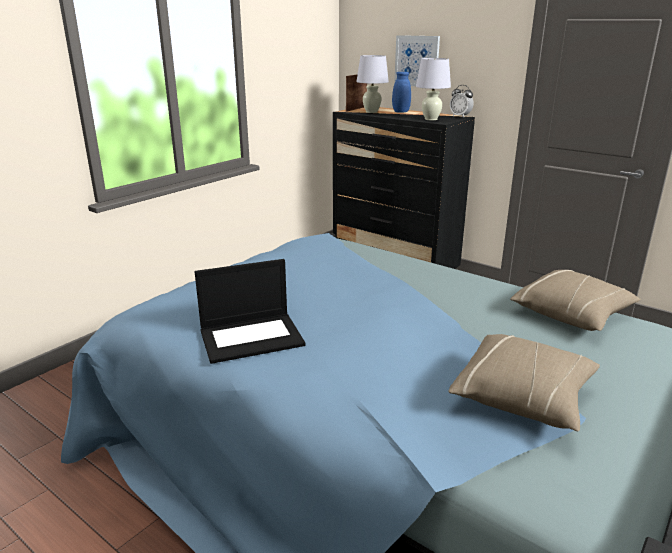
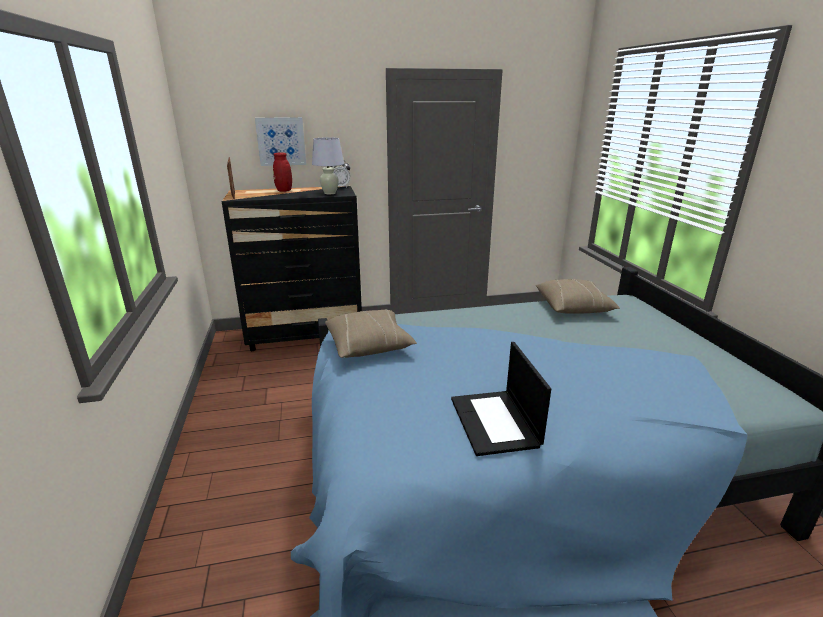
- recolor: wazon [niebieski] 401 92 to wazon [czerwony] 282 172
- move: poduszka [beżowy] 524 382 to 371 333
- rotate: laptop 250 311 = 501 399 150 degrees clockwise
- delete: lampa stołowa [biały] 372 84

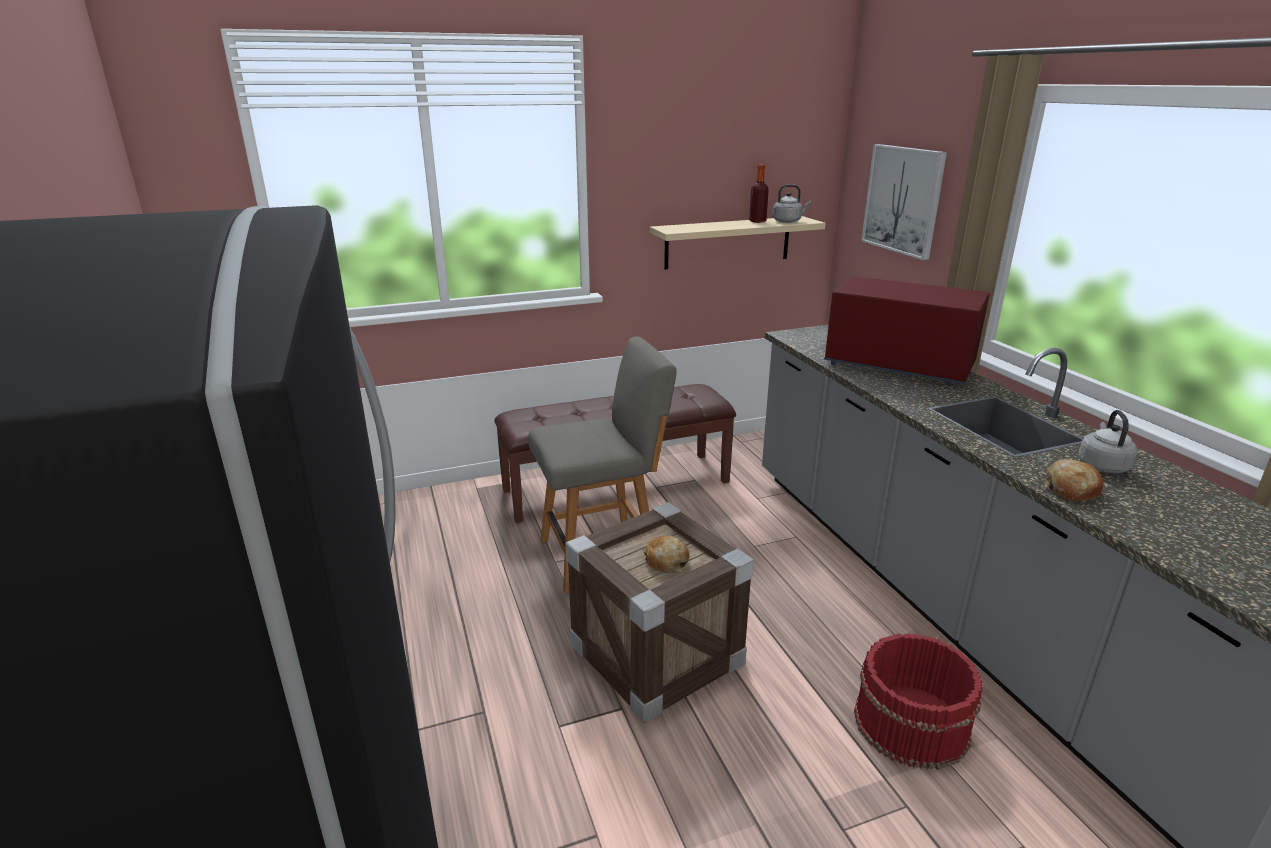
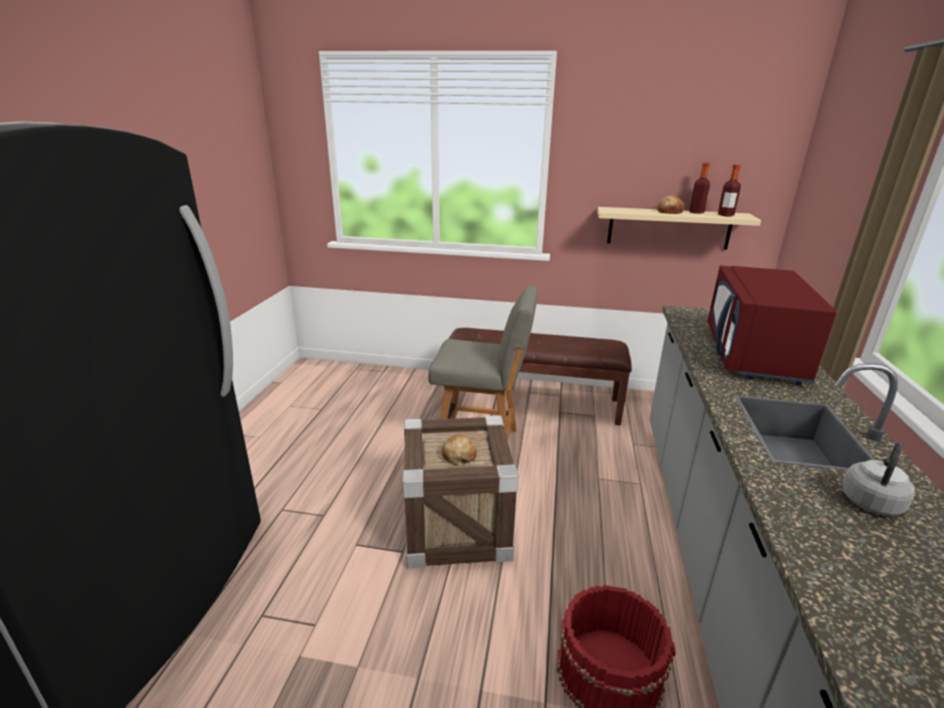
- move: chleb 1073 480 to 671 205
- rotate: mikrofalówka [czerwony] 907 331 = 772 325 135 degrees counterclockwise
- replace: czajnik [szary] 791 203 to butelka 729 190
- delete: obraz 904 202

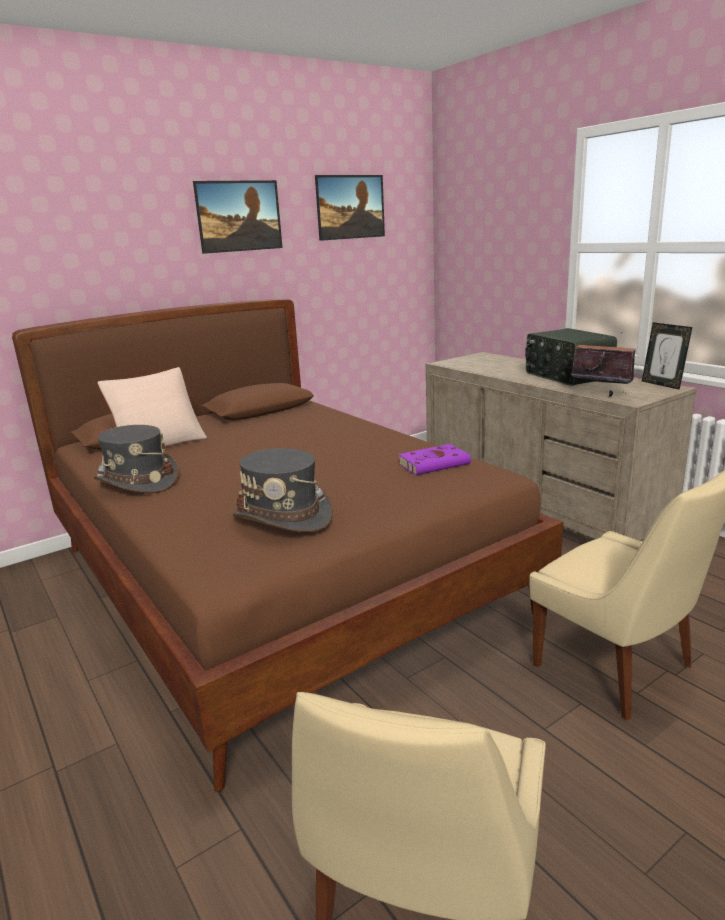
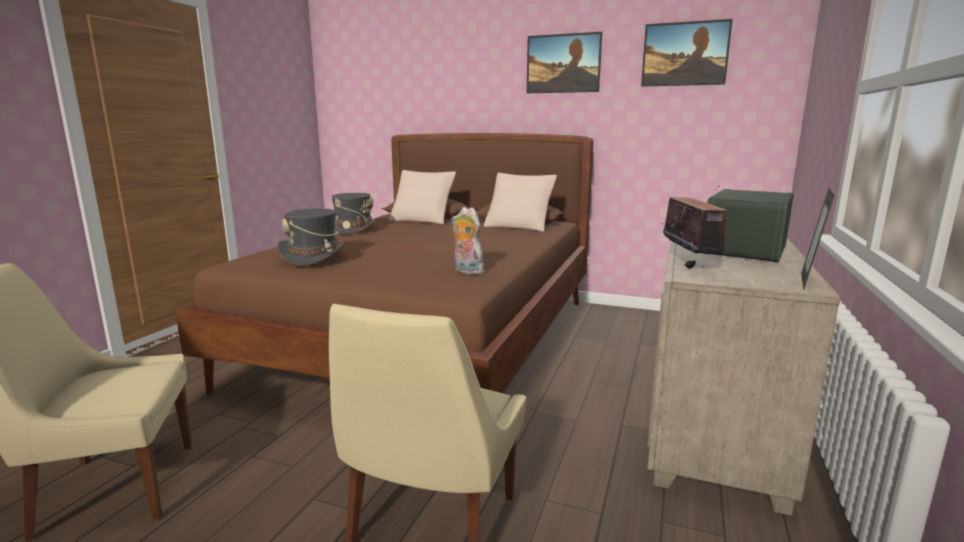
- replace: książka [fioletowy] 435 459 to pluszak 467 241
- insert: poduszka [beżowy] 520 202

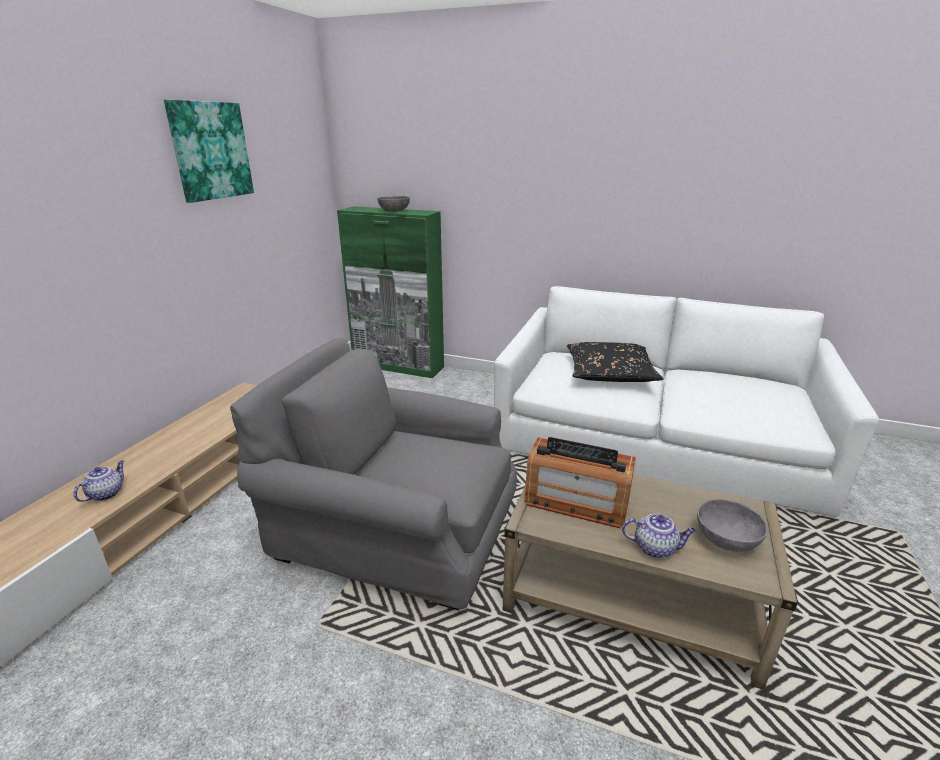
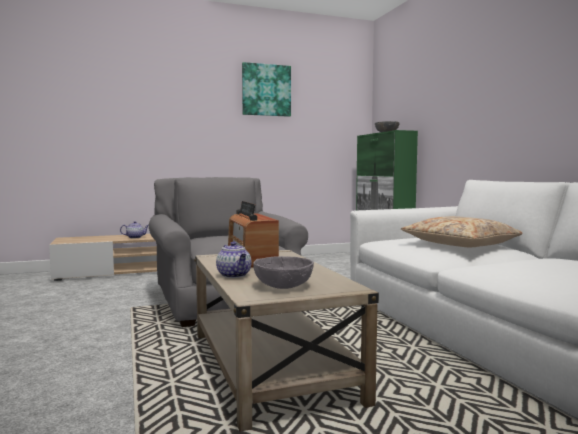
- recolor: poduszka [czarny] 615 362 to poduszka [beżowy] 461 231

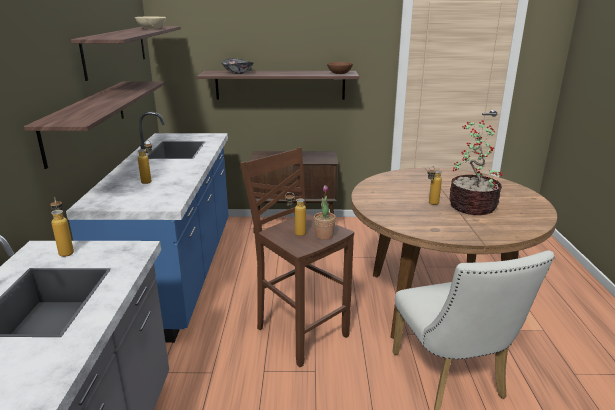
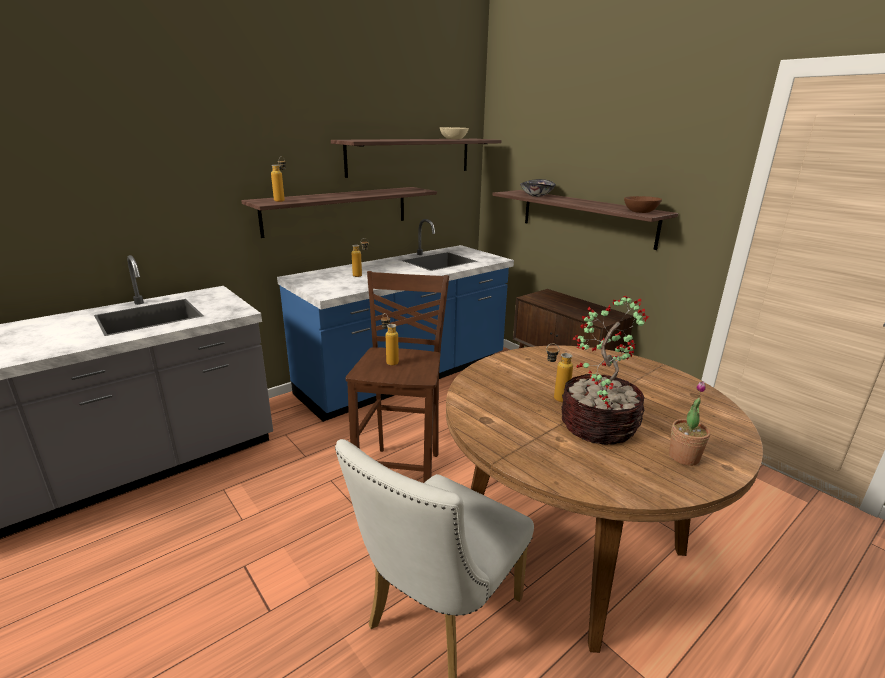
- move: butelka 62 227 to 278 179
- move: roślina doniczkowa 325 212 to 689 423

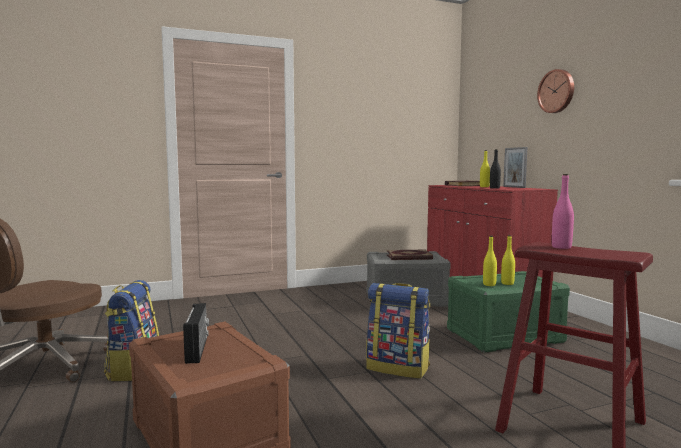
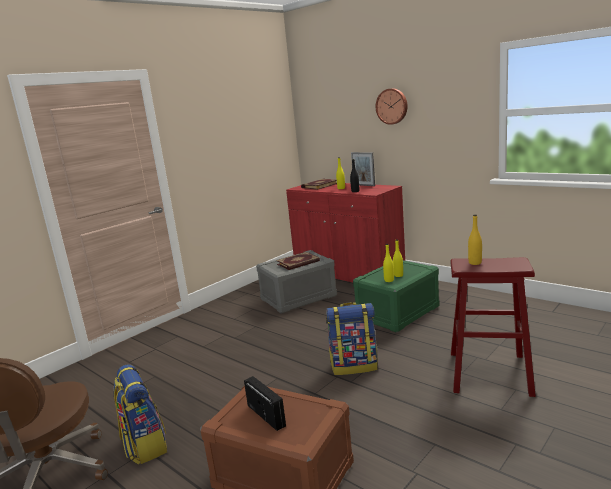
- recolor: butelka [różowy] 563 211 to butelka [żółty] 475 239

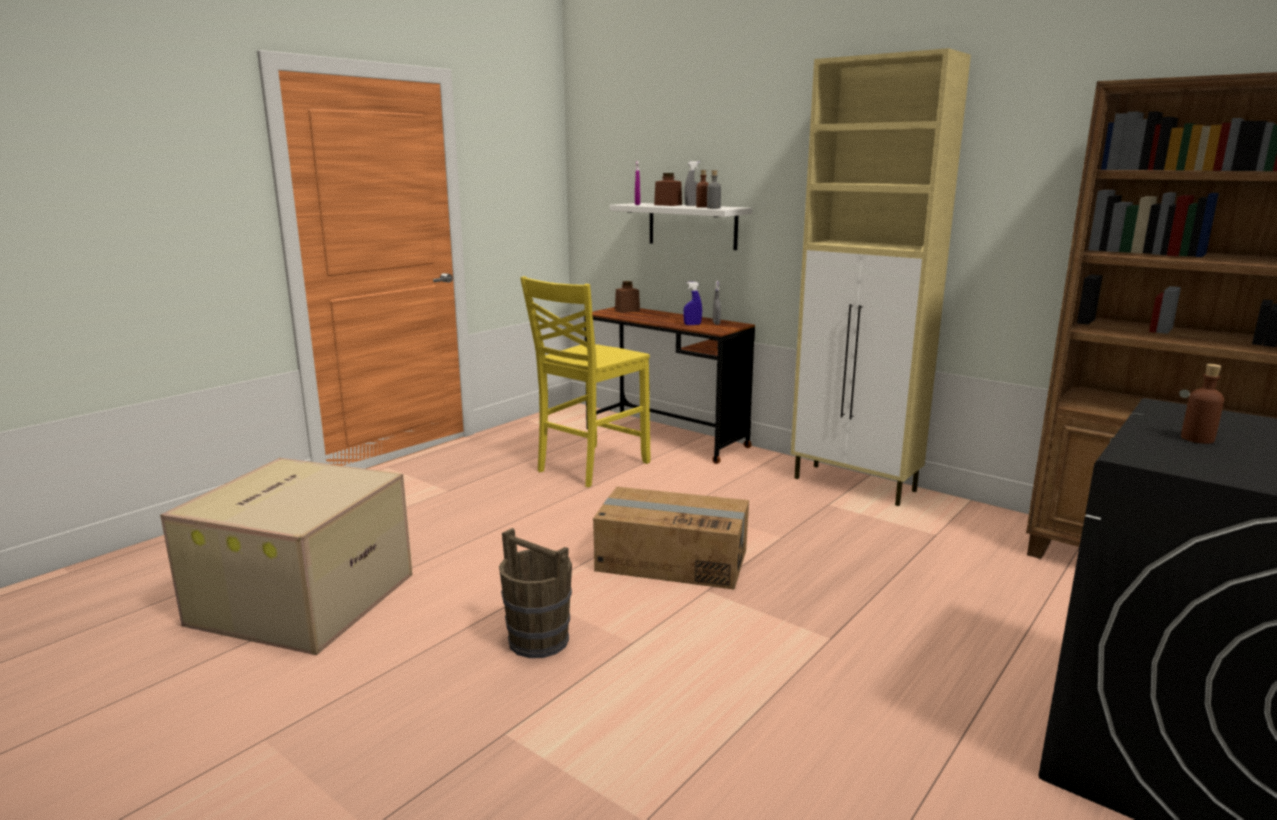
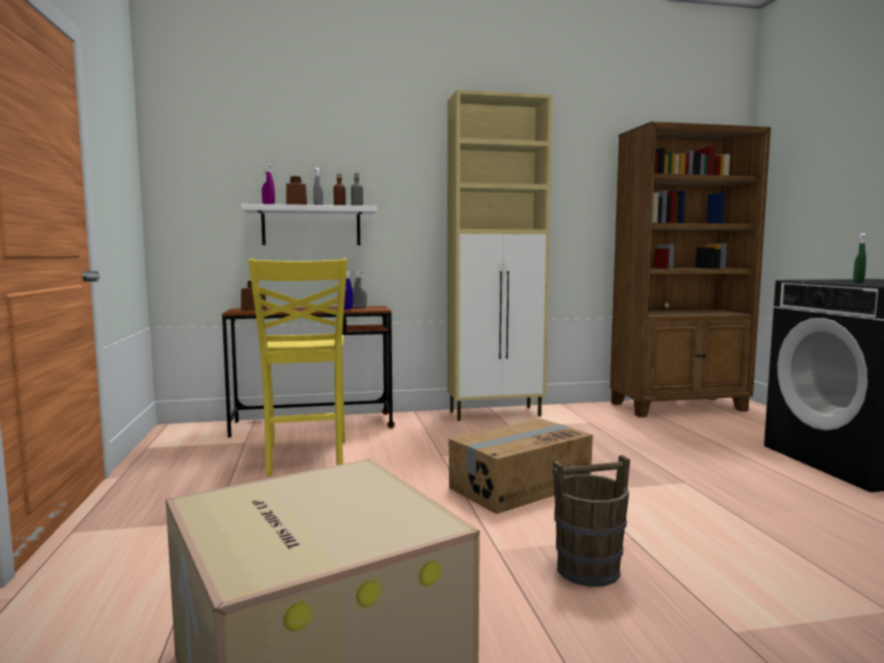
- replace: butelka [brązowy] 1202 404 to spryskiwacz [zielony] 859 258

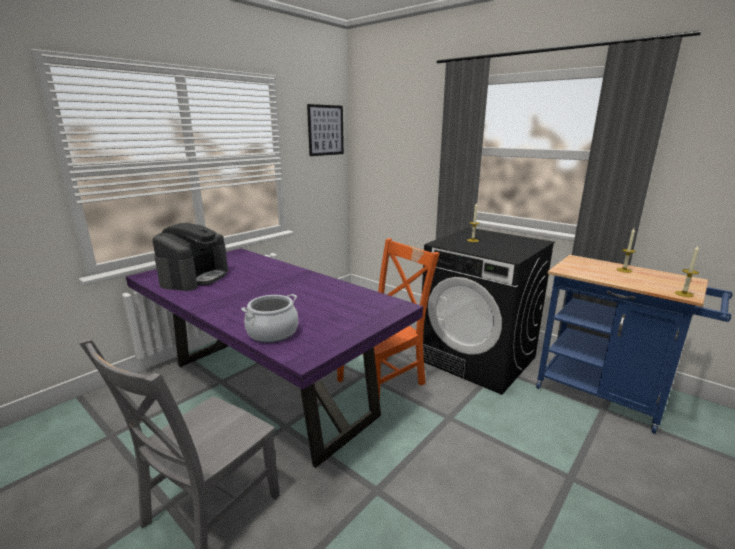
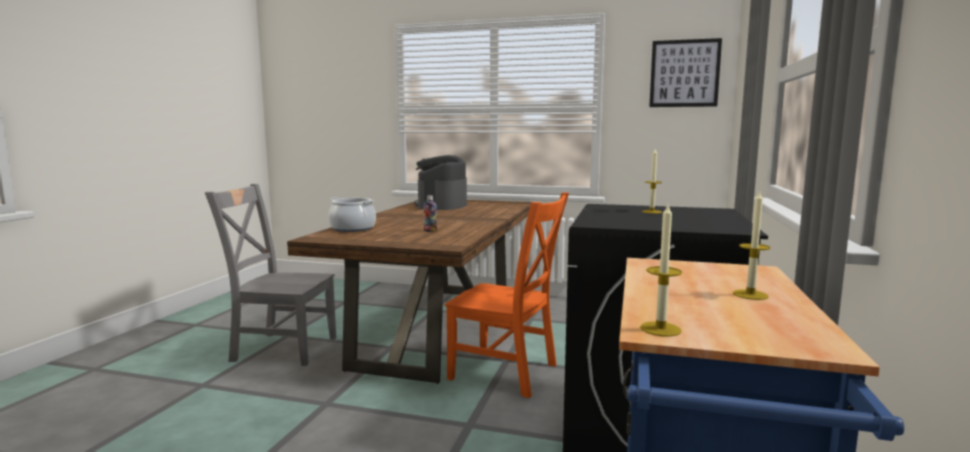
- recolor: stół jadalny [fioletowy] 274 358 to stół jadalny [brązowy] 409 292
- rotate: ekspres do kawy 190 257 = 440 182 105 degrees clockwise
- insert: butelka 430 213

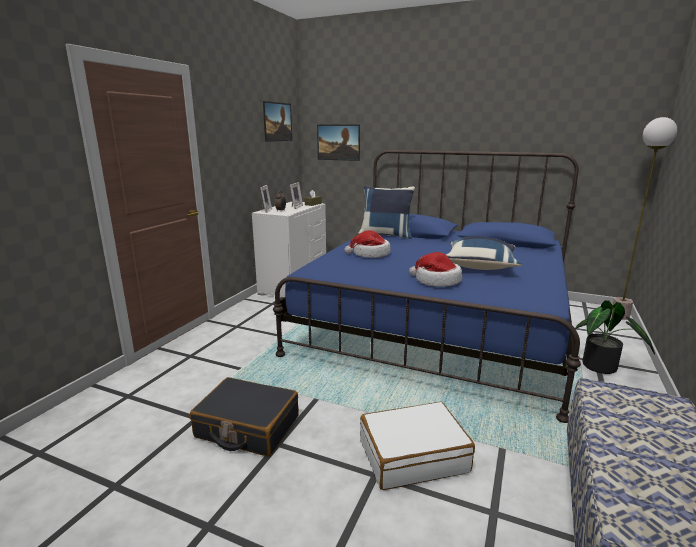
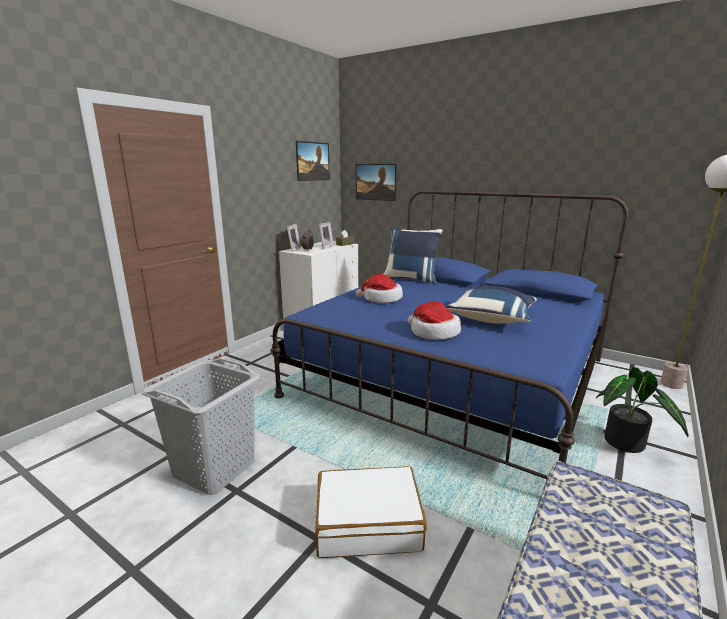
- replace: walizka [czarny] 244 417 to kosz na pranie [szary] 201 426

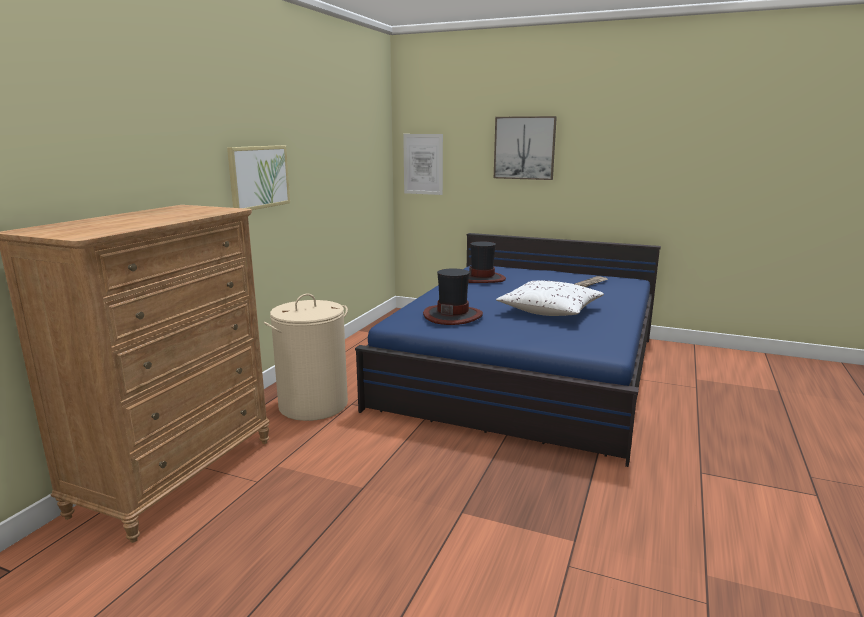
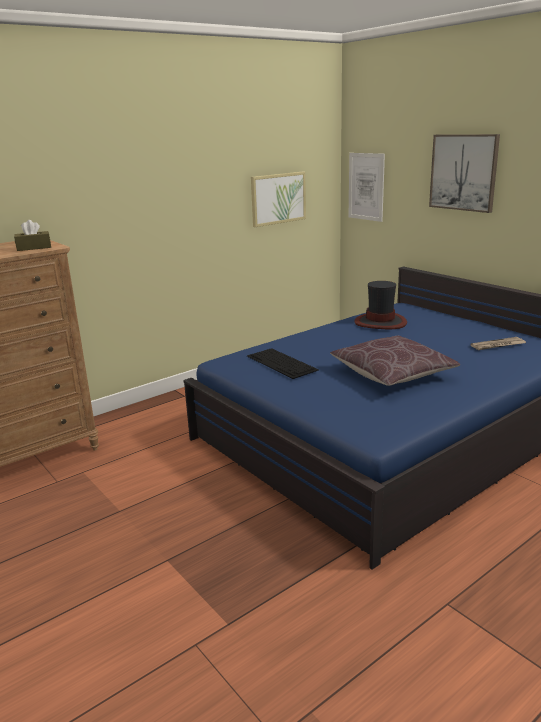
- insert: pudełko chusteczek [brązowy] 32 235
- replace: kapelusz 453 296 to klawiatura 283 363
- move: obraz 258 177 to 278 199
- recolor: poduszka [biały] 550 298 to poduszka [brązowy] 395 361
- delete: kosz na pranie [beżowy] 306 357

